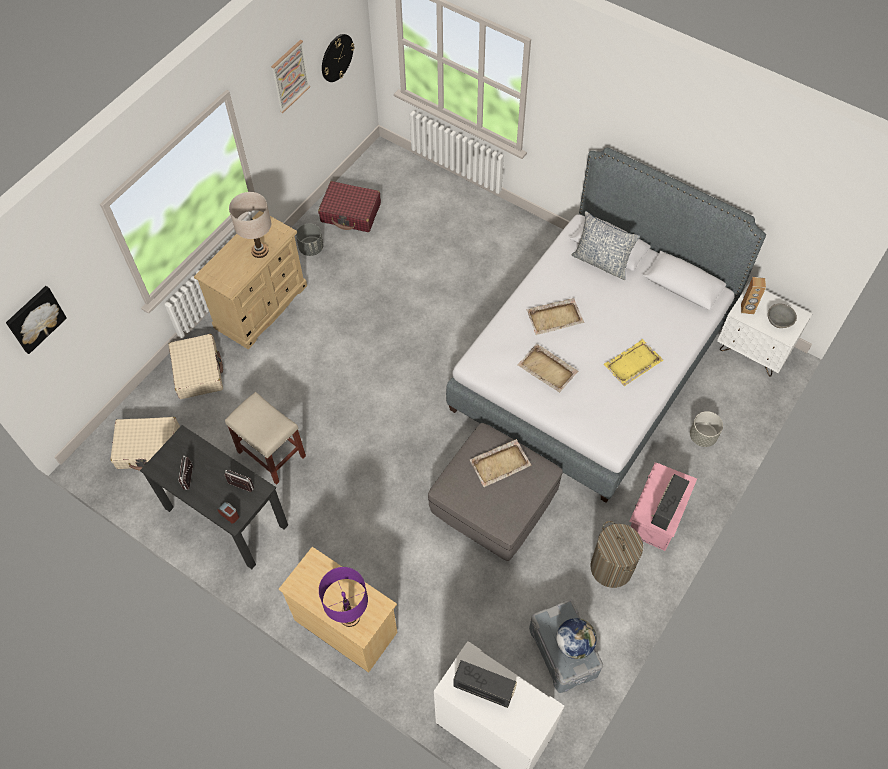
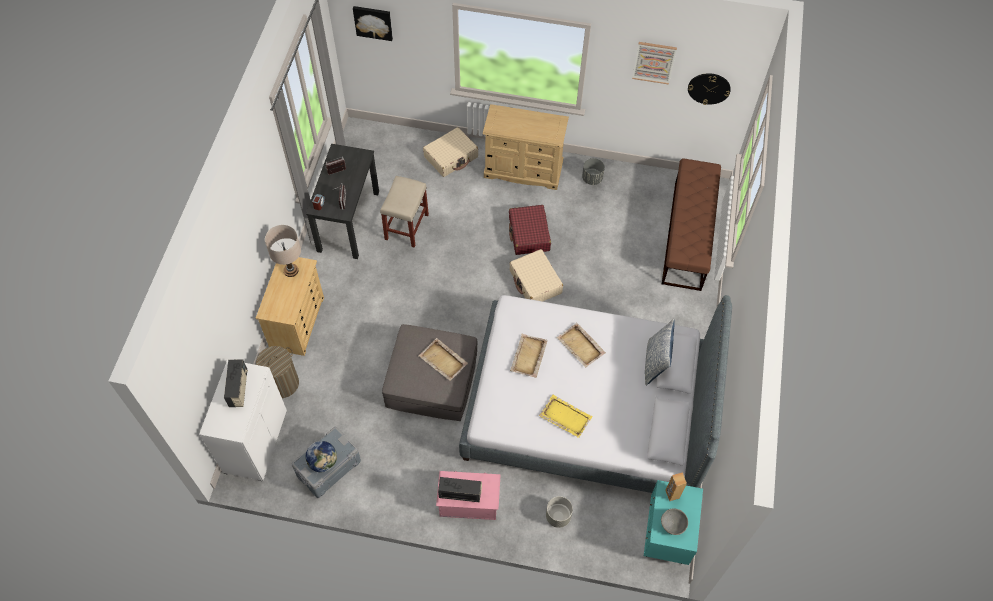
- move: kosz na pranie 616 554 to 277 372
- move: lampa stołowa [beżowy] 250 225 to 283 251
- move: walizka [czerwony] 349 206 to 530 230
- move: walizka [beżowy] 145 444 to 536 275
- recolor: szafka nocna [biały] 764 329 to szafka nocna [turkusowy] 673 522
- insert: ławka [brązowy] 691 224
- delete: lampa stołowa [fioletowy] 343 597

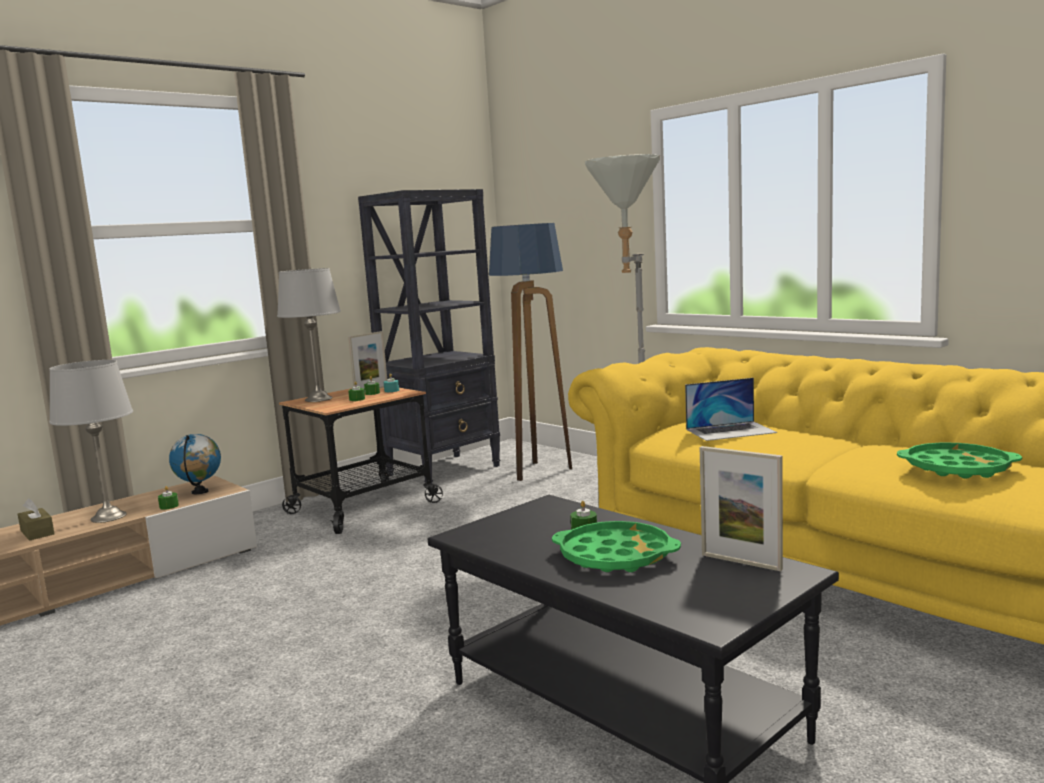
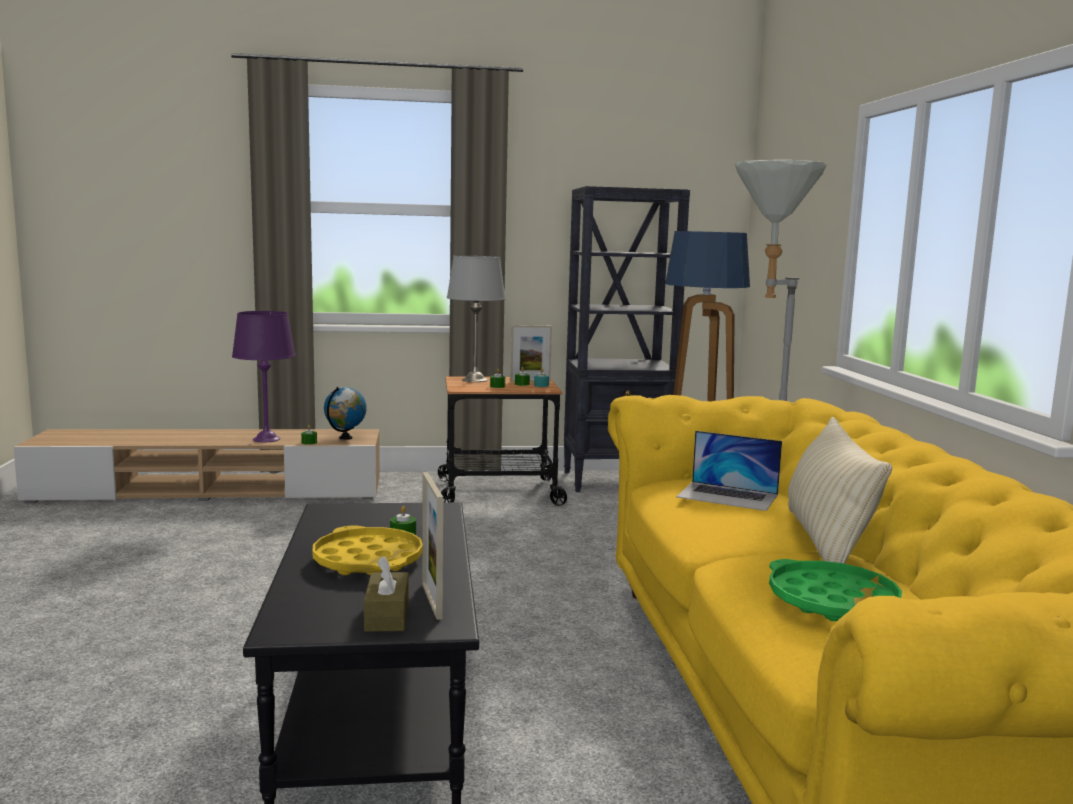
- recolor: lampa stołowa [szary] 91 441 to lampa stołowa [fioletowy] 264 376
- recolor: taca [zielony] 616 546 to taca [żółty] 367 550
- move: pudełko chusteczek [brązowy] 36 519 to 386 594
- insert: poduszka [beżowy] 840 490

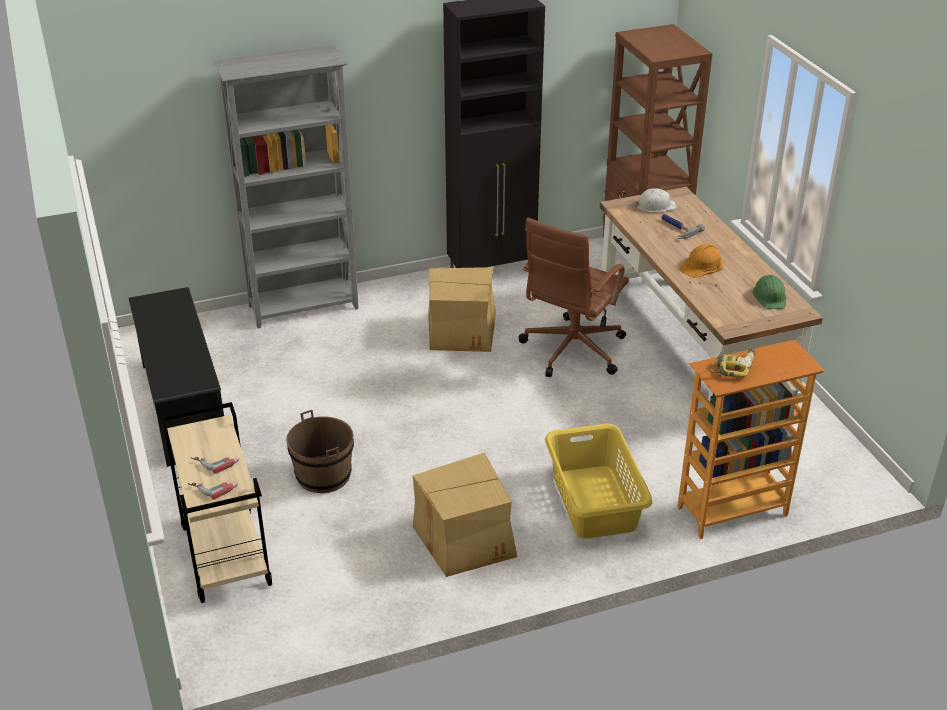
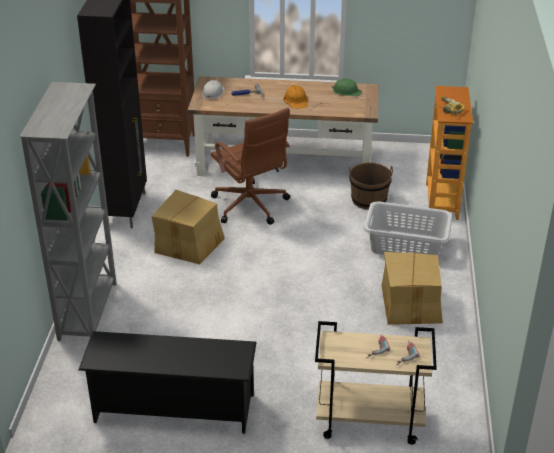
- move: wiadro [brązowy] 320 451 to 371 186
- recolor: kosz na pranie [żółty] 598 481 to kosz na pranie [szary] 407 228

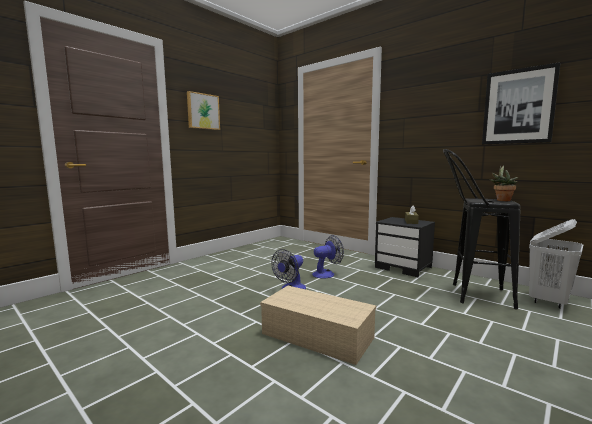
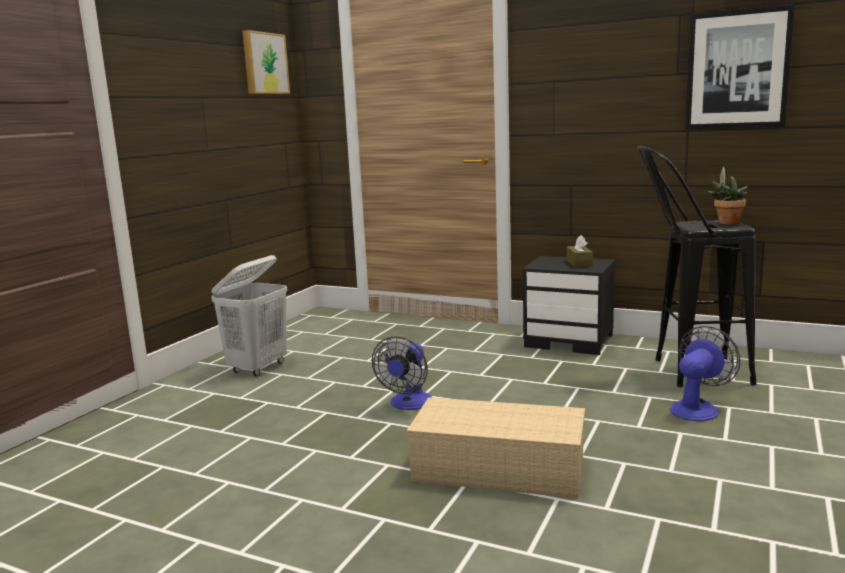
- move: kosz na pranie [biały] 556 264 to 249 315
- move: obraz 203 110 to 266 62
- move: wentylator 328 257 to 705 373

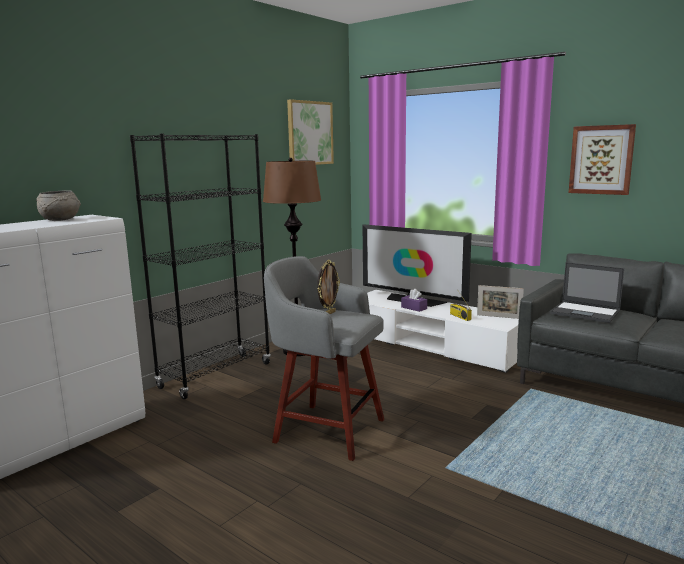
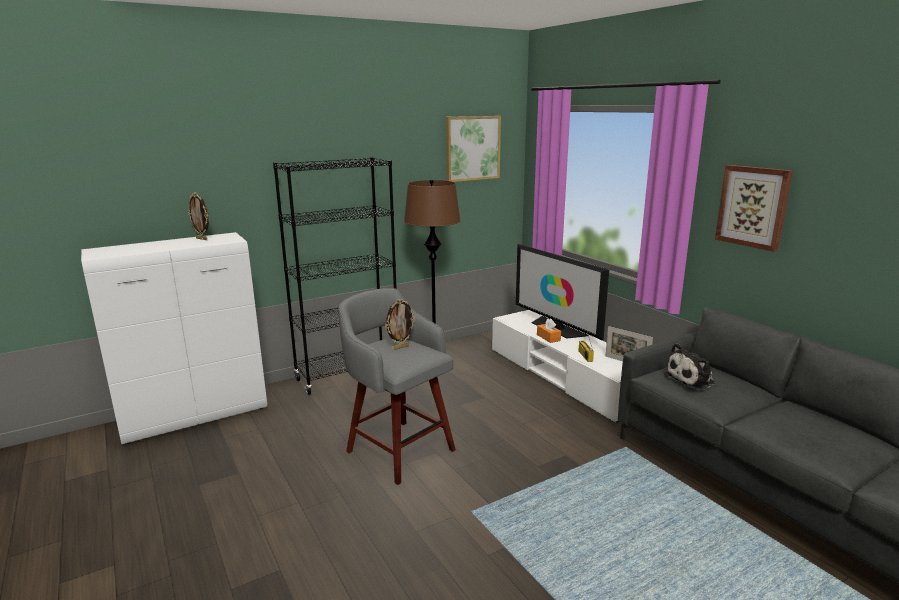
- replace: miska [szary] 58 205 to ramka na zdjęcie 198 216
- recolor: pudełko chusteczek [fioletowy] 414 300 to pudełko chusteczek [pomarańczowy] 549 331
- replace: laptop 587 292 to pluszak 689 366

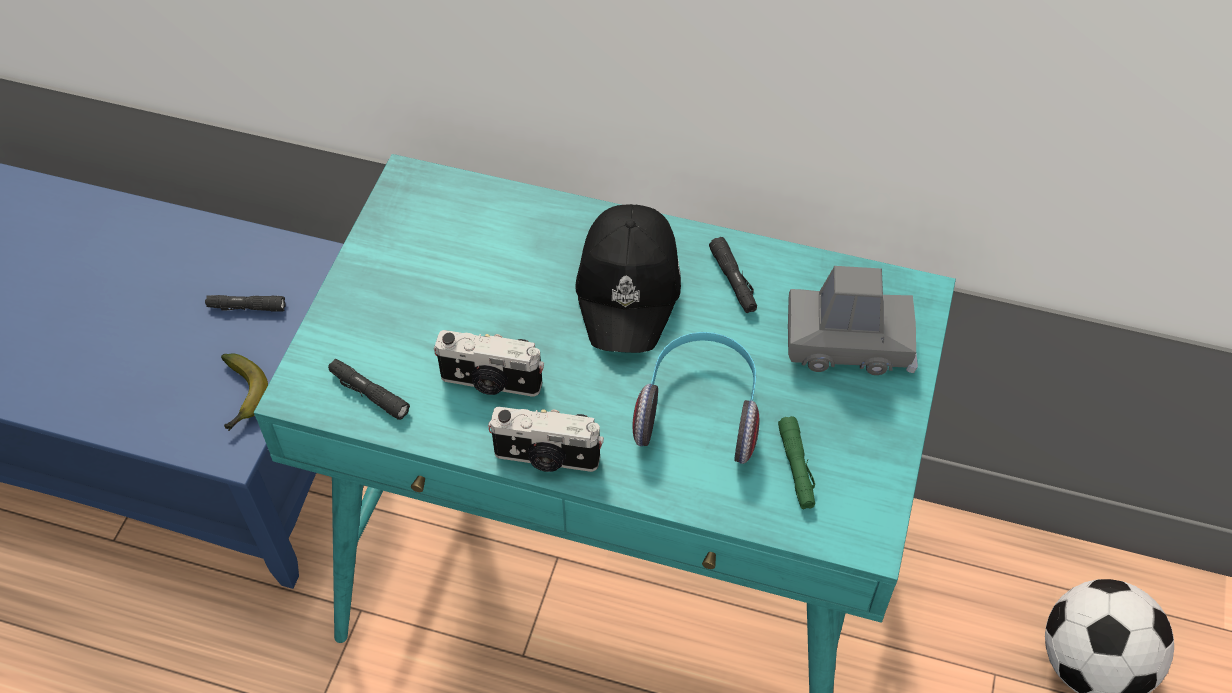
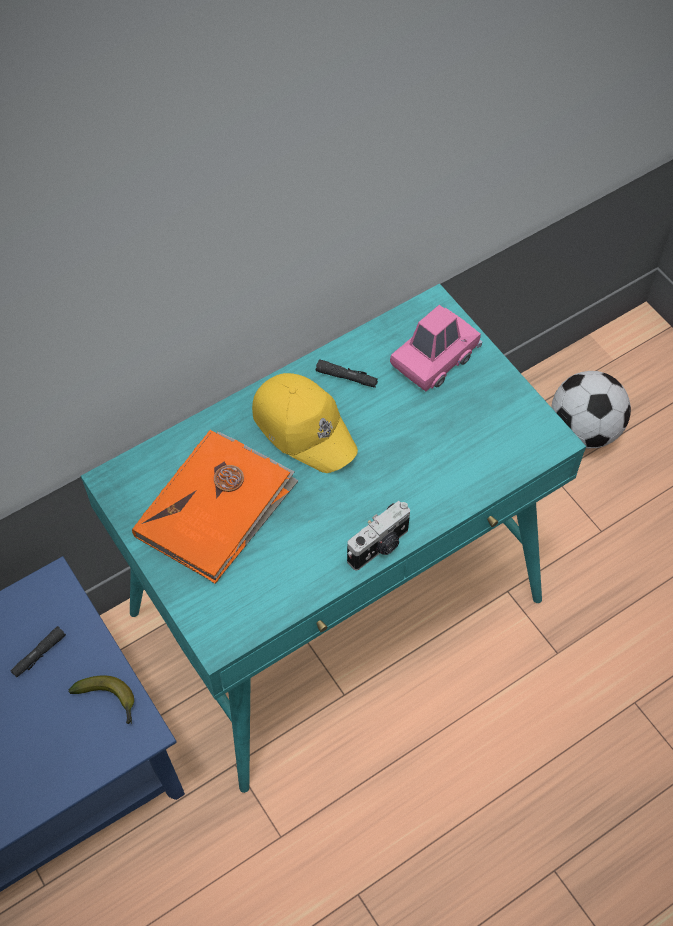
- insert: książka [pomarańczowy] 215 507
- recolor: czapka z daszkiem [czarny] 628 278 to czapka z daszkiem [żółty] 305 423
- recolor: samochodzik [szary] 853 320 to samochodzik [różowy] 436 348
- delete: latarka [czarny] 369 389
- delete: aparat fotograficzny 489 363
- delete: słuchawki 695 398
- delete: latarka [zielony] 796 462

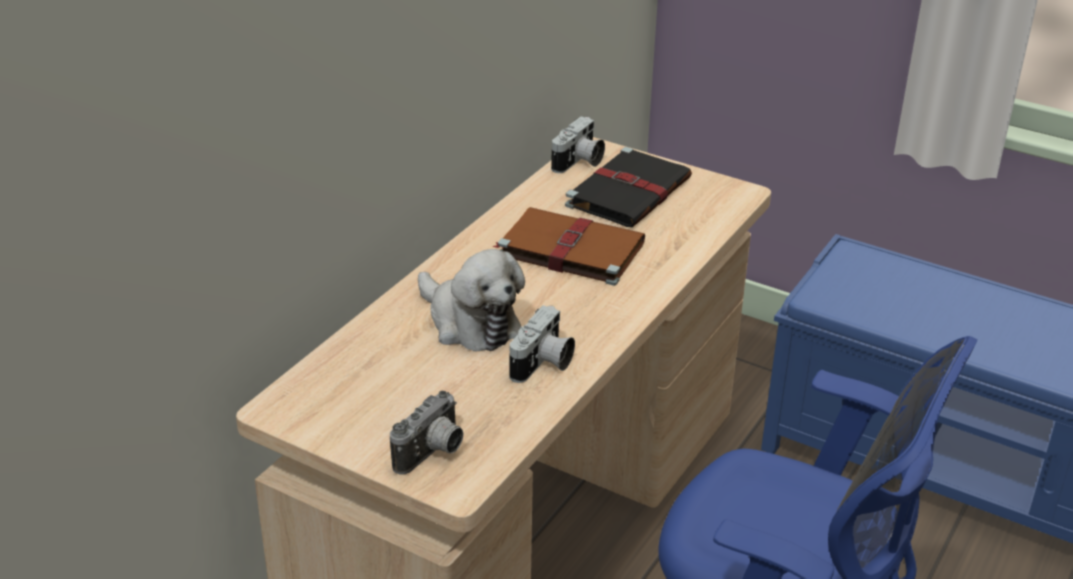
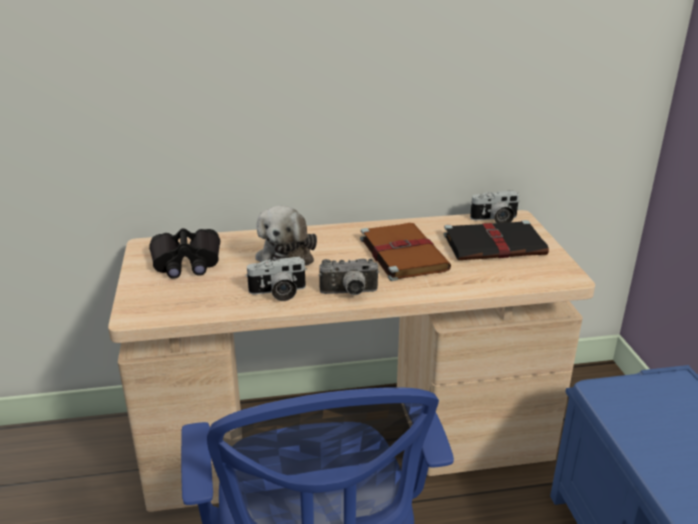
- insert: lornetka [czarny] 184 253
- move: aparat fotograficzny 427 432 to 349 277

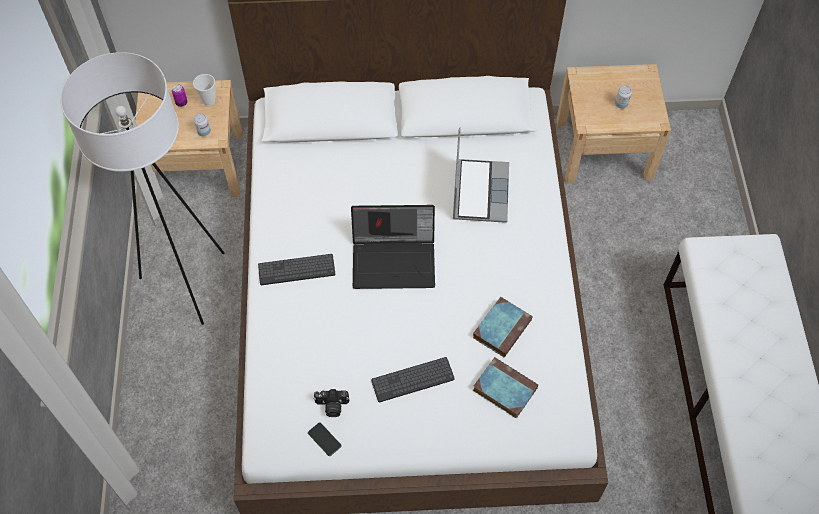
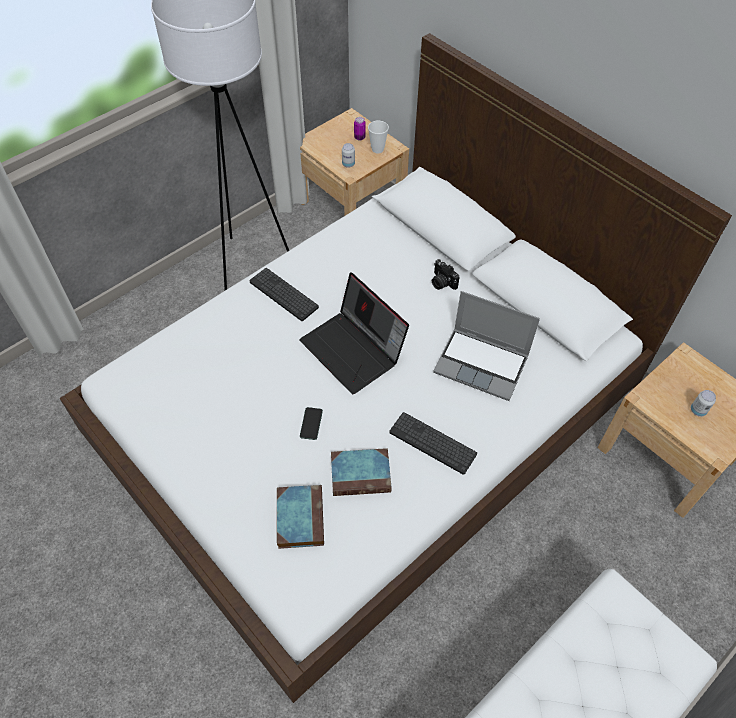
- move: telefon 325 439 to 311 423
- move: klawiatura 413 379 to 433 443
- move: aparat fotograficzny 331 403 to 446 274
- rotate: laptop 481 175 = 486 346 60 degrees clockwise

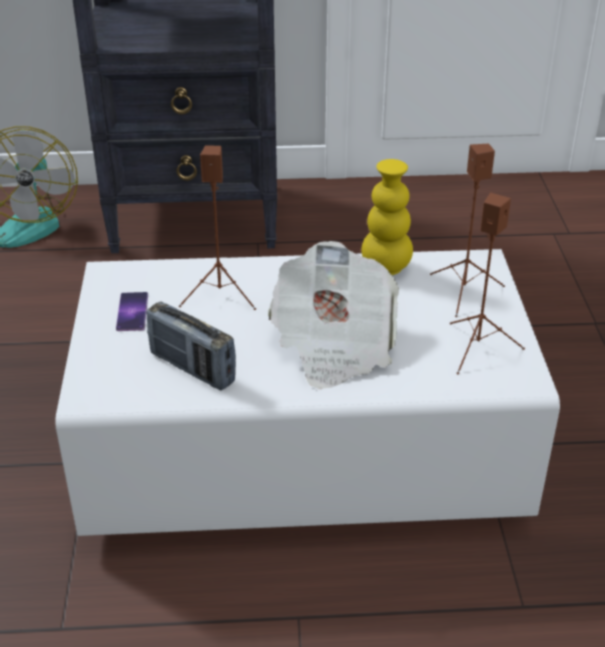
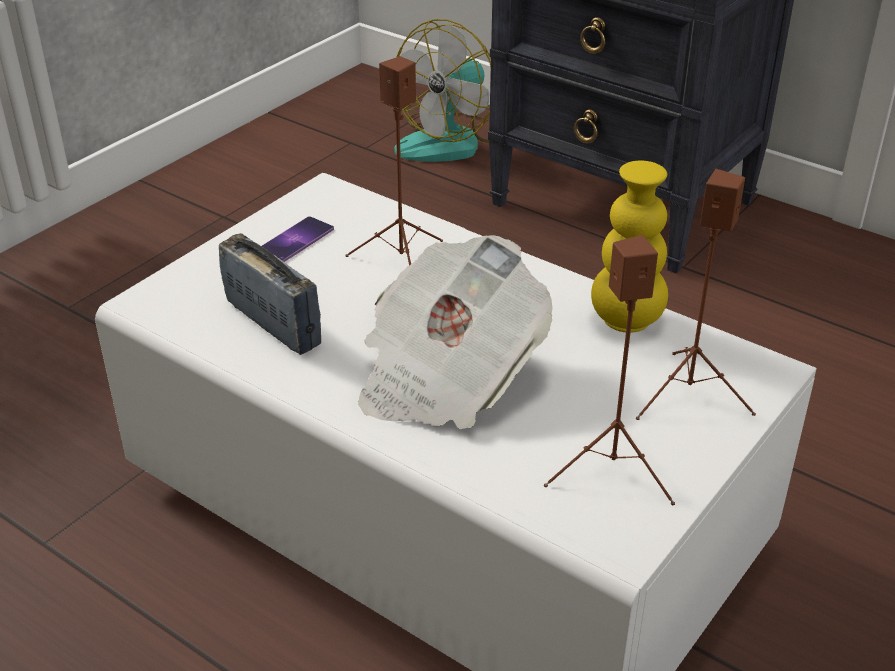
- rotate: radio 191 346 = 270 294 150 degrees clockwise

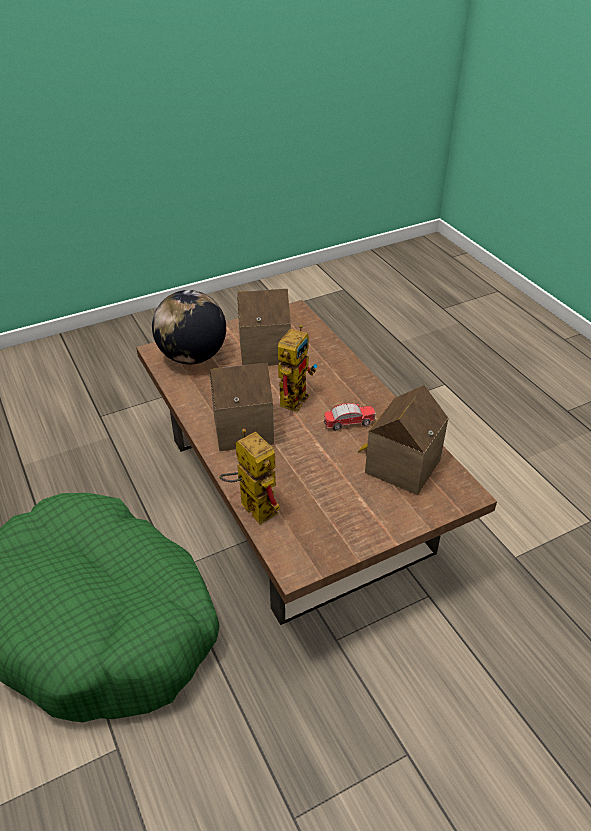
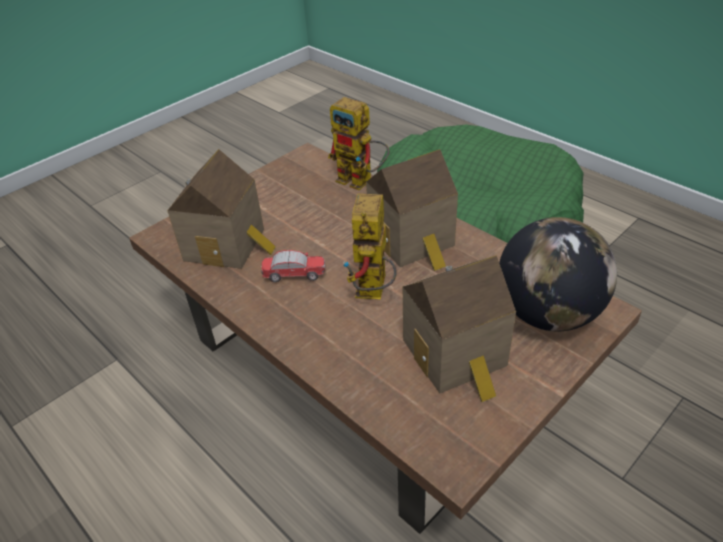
- rotate: samochodzik 350 417 = 293 266 150 degrees counterclockwise

